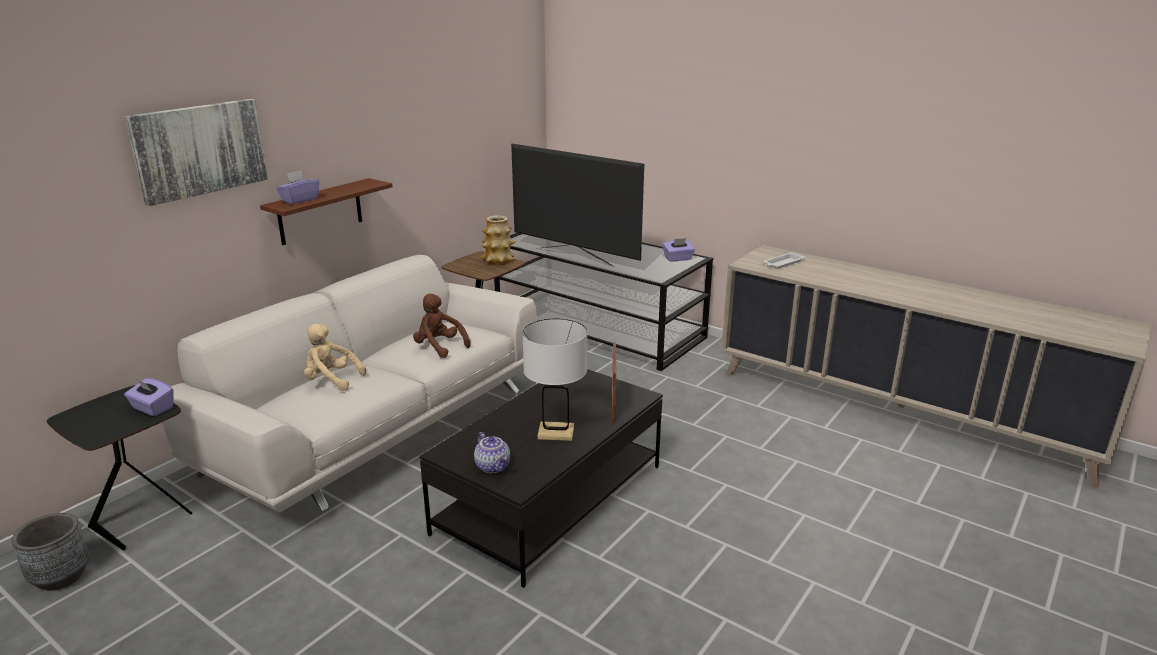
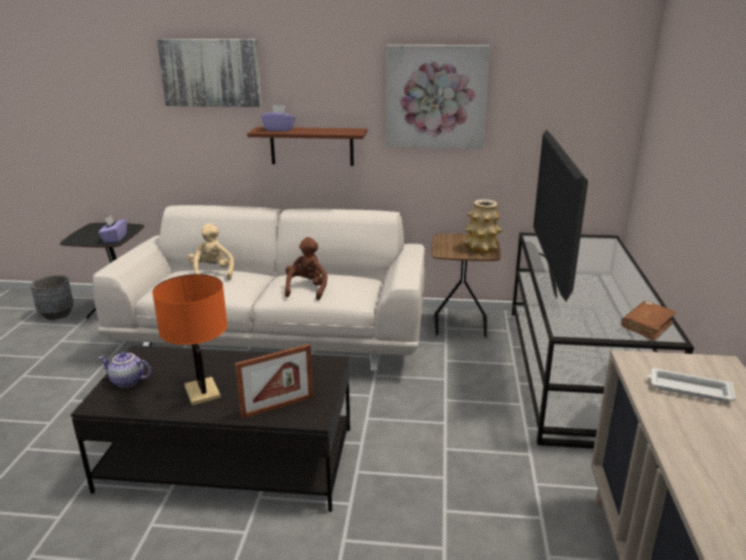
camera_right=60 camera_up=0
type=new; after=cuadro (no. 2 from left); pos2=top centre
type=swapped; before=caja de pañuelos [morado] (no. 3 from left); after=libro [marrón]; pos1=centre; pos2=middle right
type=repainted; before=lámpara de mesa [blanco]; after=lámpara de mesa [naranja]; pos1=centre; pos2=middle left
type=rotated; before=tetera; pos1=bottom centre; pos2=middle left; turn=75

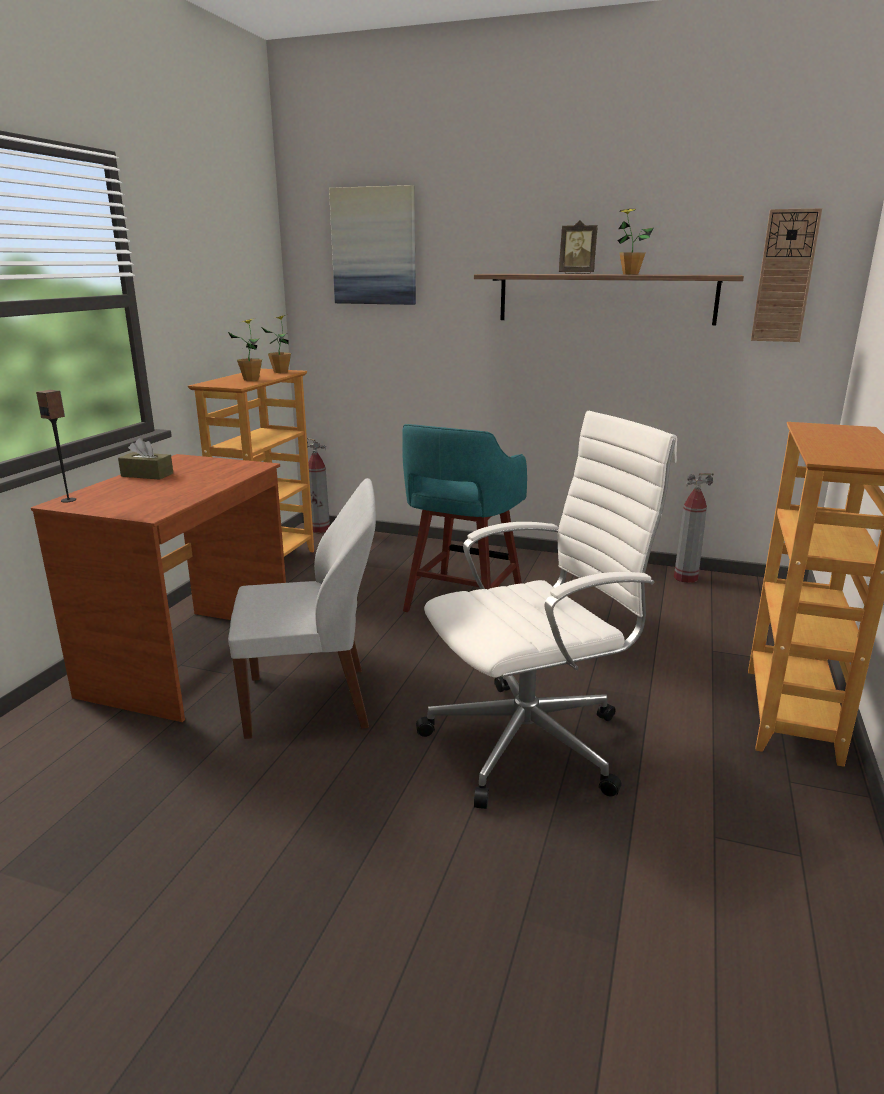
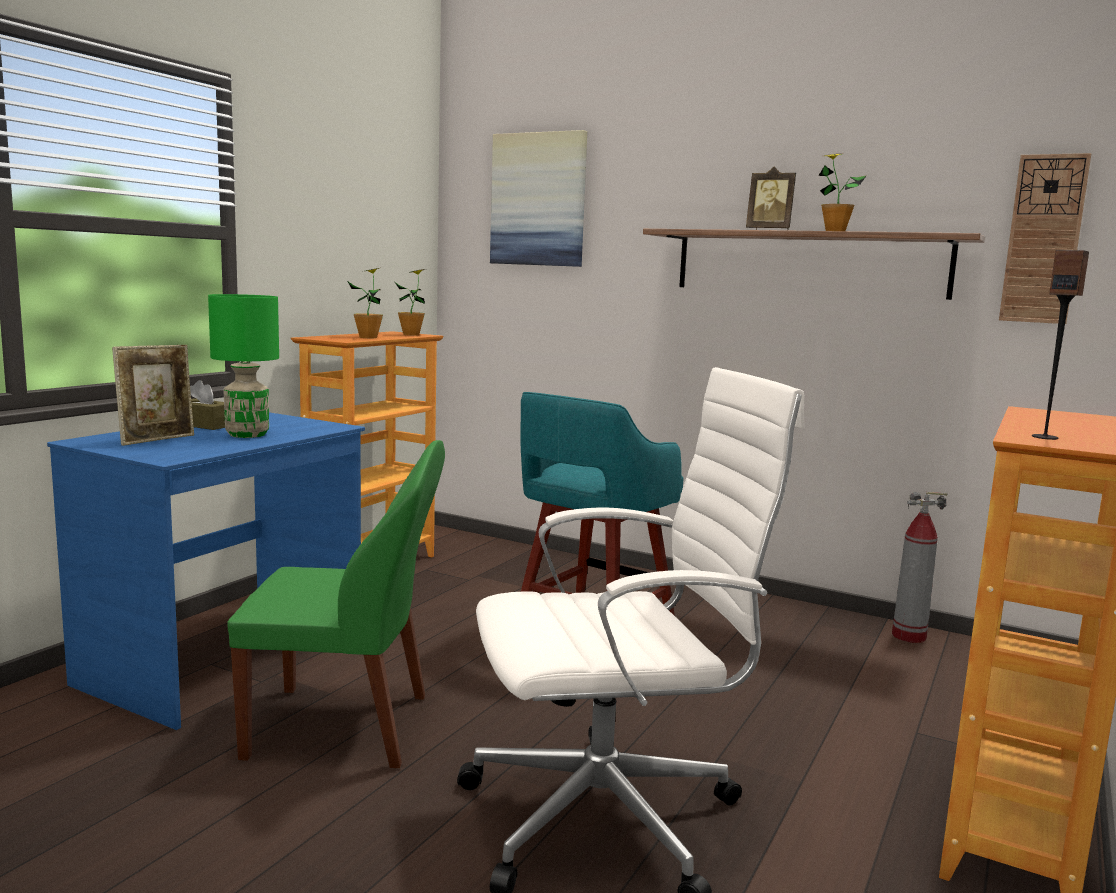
camera_right=10 camera_up=-10
type=gone; before=extintor (no. 1 from left); pos1=centre
type=new; after=portarretratos (no. 1 from left); pos2=middle left
type=new; after=lámpara de mesa [verde]; pos2=middle left
type=shifted; before=altavoz; pos1=middle left; pos2=middle right
type=repainted; before=escritorio [marrón]; after=escritorio [azul]; pos1=middle left; pos2=middle left
type=repainted; before=silla [blanco]; after=silla [verde]; pos1=centre; pos2=bottom left

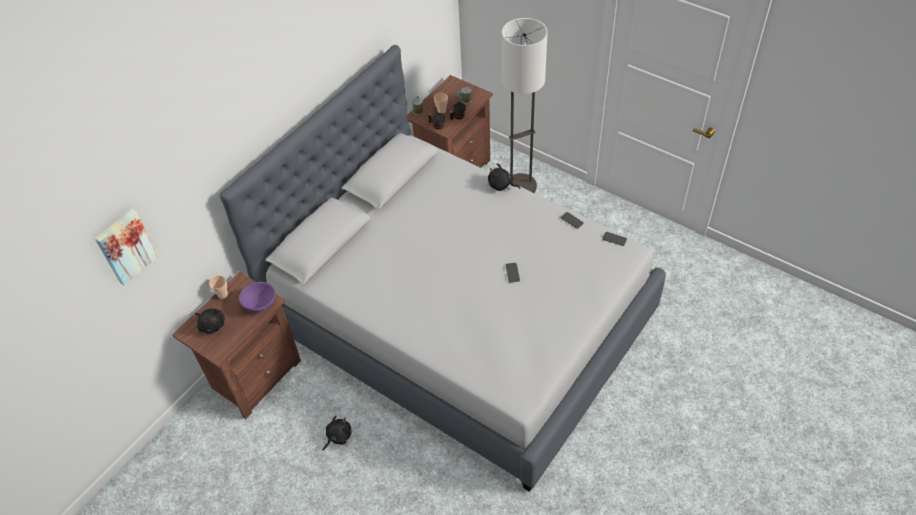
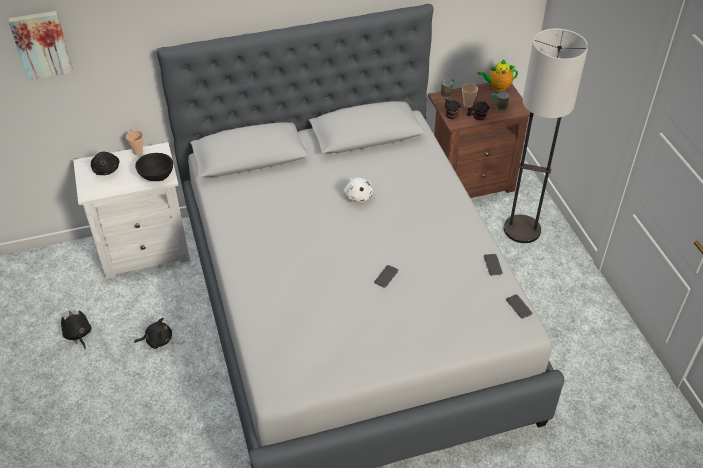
camera_right=35 camera_up=-5
type=new; after=peluche [blanco]; pos2=centre
type=new; after=tetera; pos2=top right
type=shifted; before=peluche [negro] (no. 3 from left in the first image); after=peluche [negro] (no. 1 from left); pos1=centre; pos2=bottom left
type=repainted; before=mesita de noche [marrón] (no. 1 from left); after=mesita de noche [blanco]; pos1=bottom left; pos2=middle left
type=repainted; before=cuenco [morado]; after=cuenco [negro]; pos1=middle left; pos2=middle left

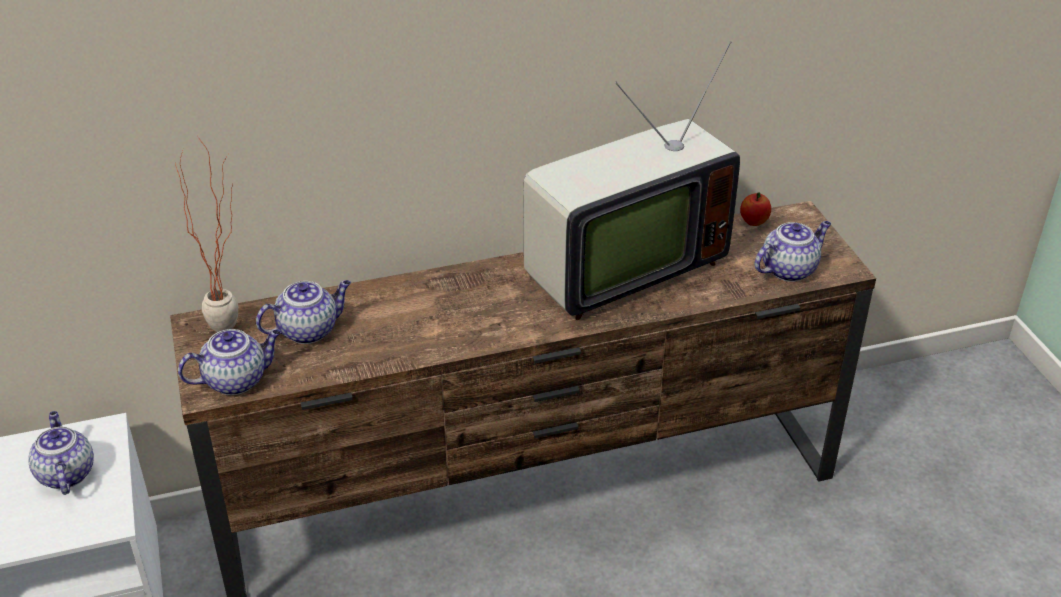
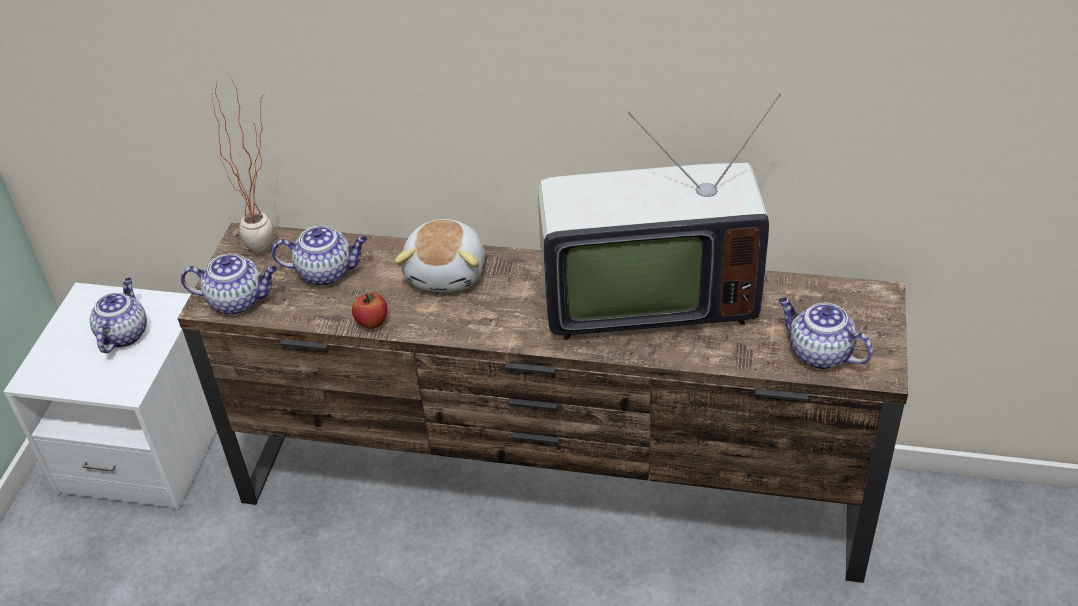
camera_right=30 camera_up=5
type=new; after=peluche; pos2=centre
type=shifted; before=manzana; pos1=middle right; pos2=centre
type=rotated; before=tetera (no. 4 from left); pos1=middle right; pos2=middle right; turn=-135

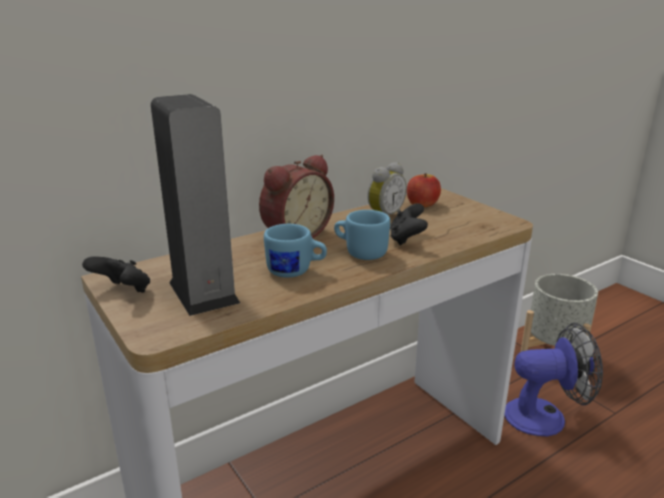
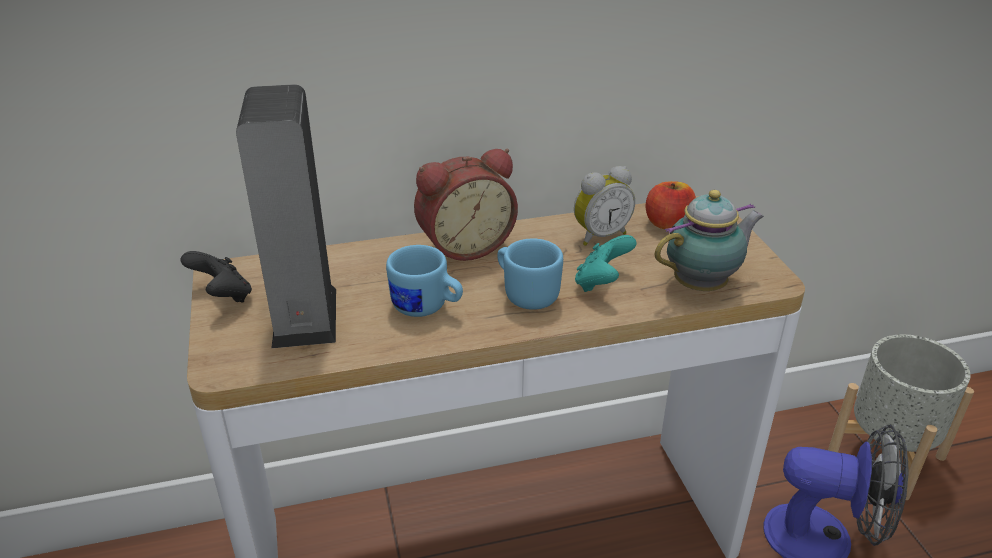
camera_right=20 camera_up=10
type=new; after=tetera; pos2=middle right
type=repainted; before=mando de consola [negro] (no. 2 from left); after=mando de consola [turquesa]; pos1=centre; pos2=centre

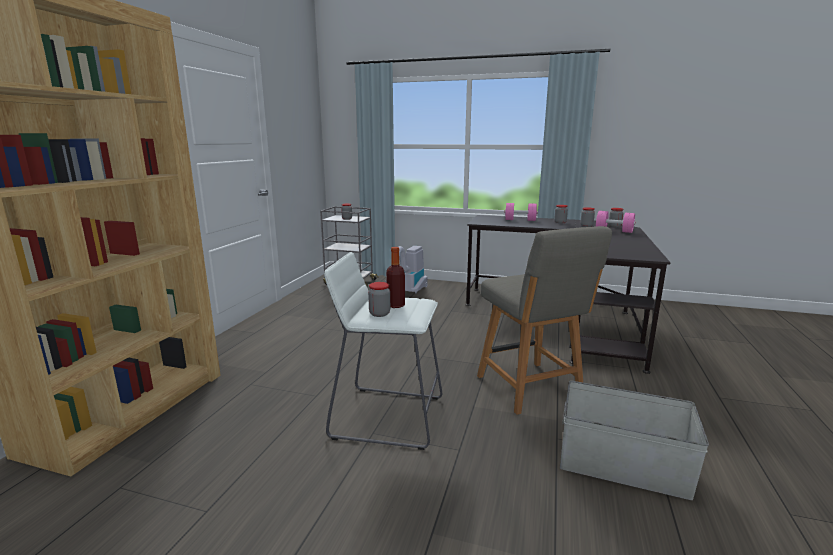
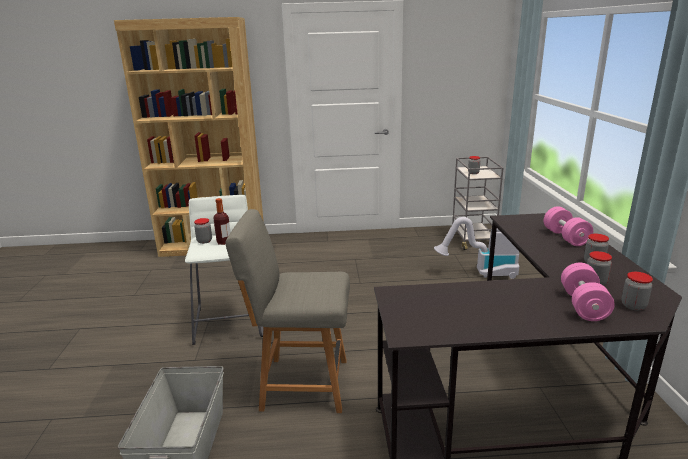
camera_right=70 camera_up=5
type=rotated; before=silla [gris]; pos1=centre; pos2=bottom centre; turn=45

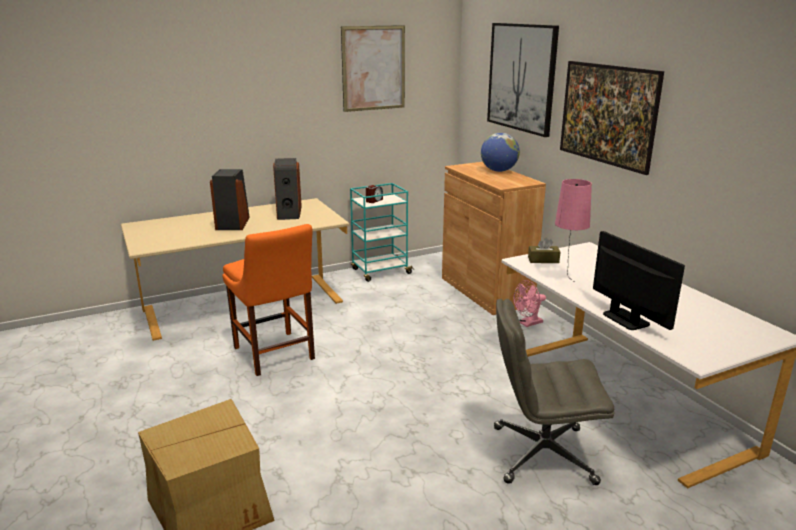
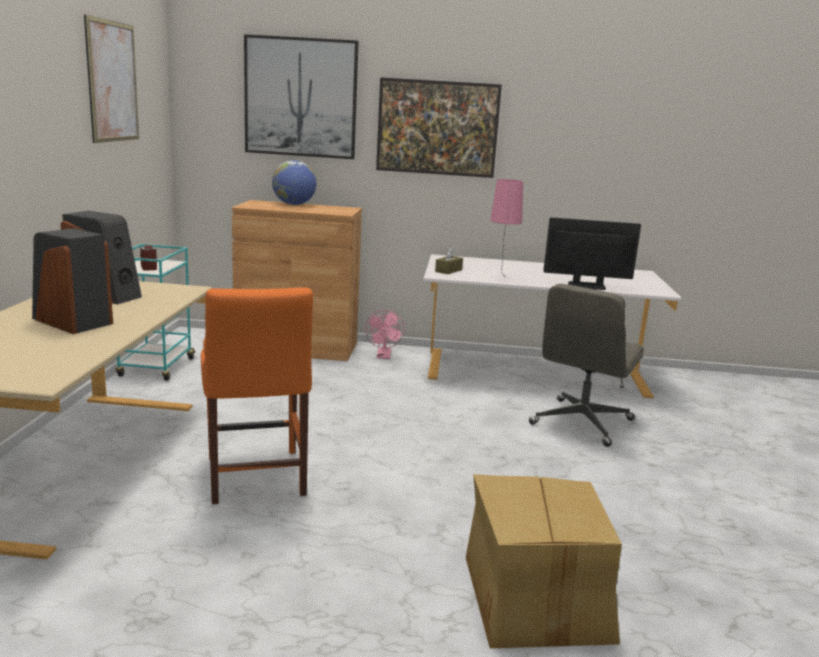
camera_right=-60 camera_up=-5
type=rotated; before=silla [naranja]; pos1=centre; pos2=middle left; turn=75

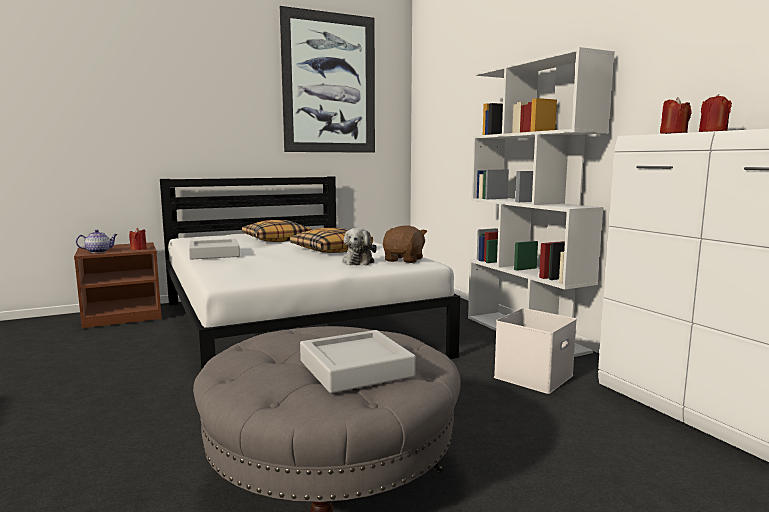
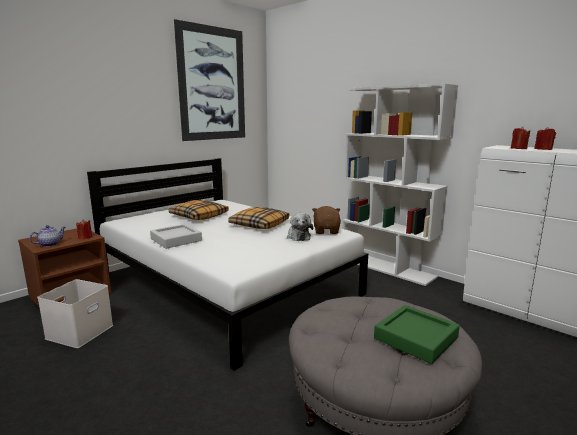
camera_right=-20 camera_up=5
type=shifted; before=caja de almacenaje [blanco]; pos1=bottom right; pos2=bottom left
type=repainted; before=bandeja [gris] (no. 2 from left); after=bandeja [verde]; pos1=bottom centre; pos2=bottom right

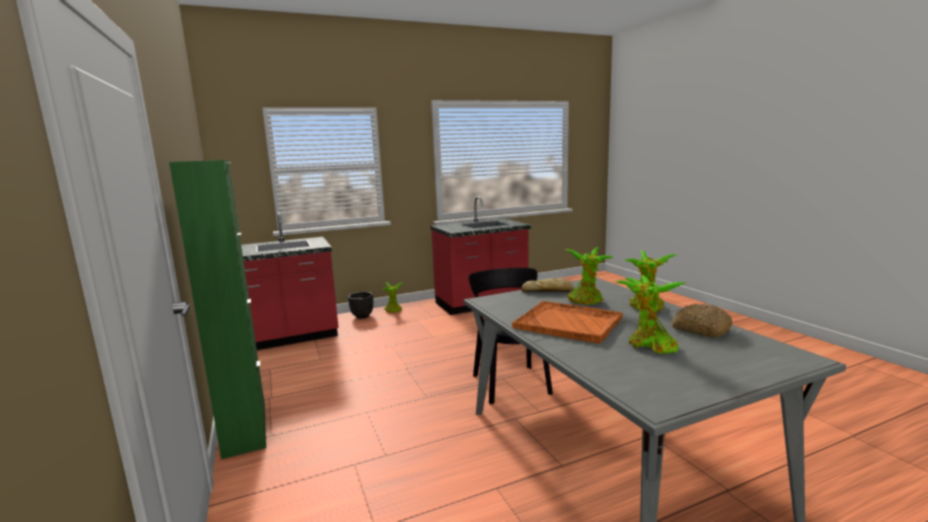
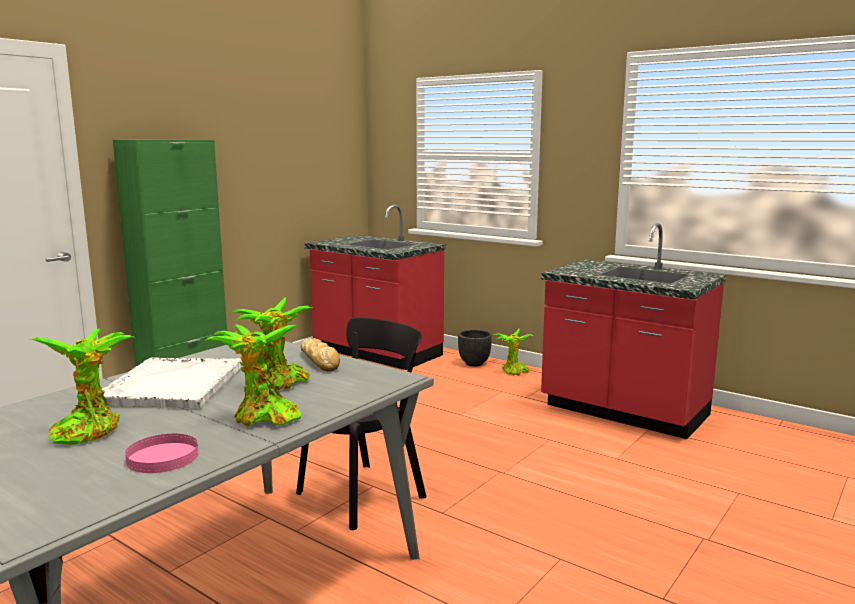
camera_right=60 camera_up=0
type=swapped; before=pan (no. 2 from left); after=plato [rosa]; pos1=middle right; pos2=bottom left
type=repainted; before=bandeja [naranja]; after=bandeja [blanco]; pos1=centre; pos2=middle left

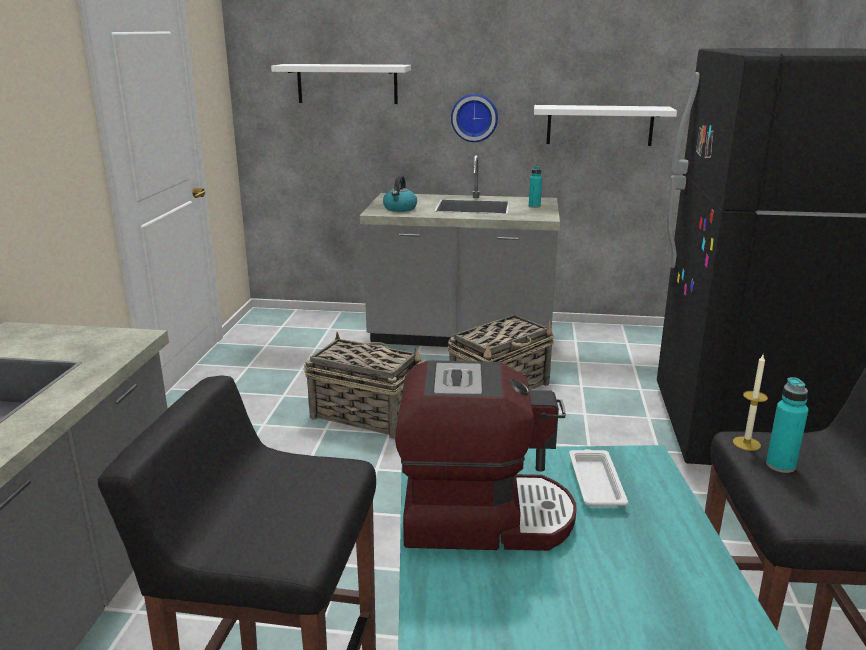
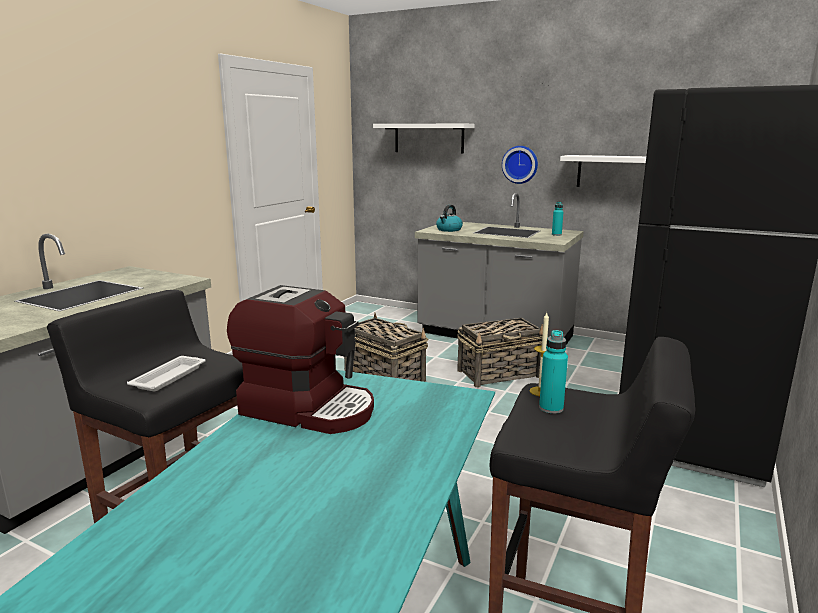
camera_right=20 camera_up=-5
type=shifted; before=bandeja [blanco]; pos1=bottom right; pos2=middle left

